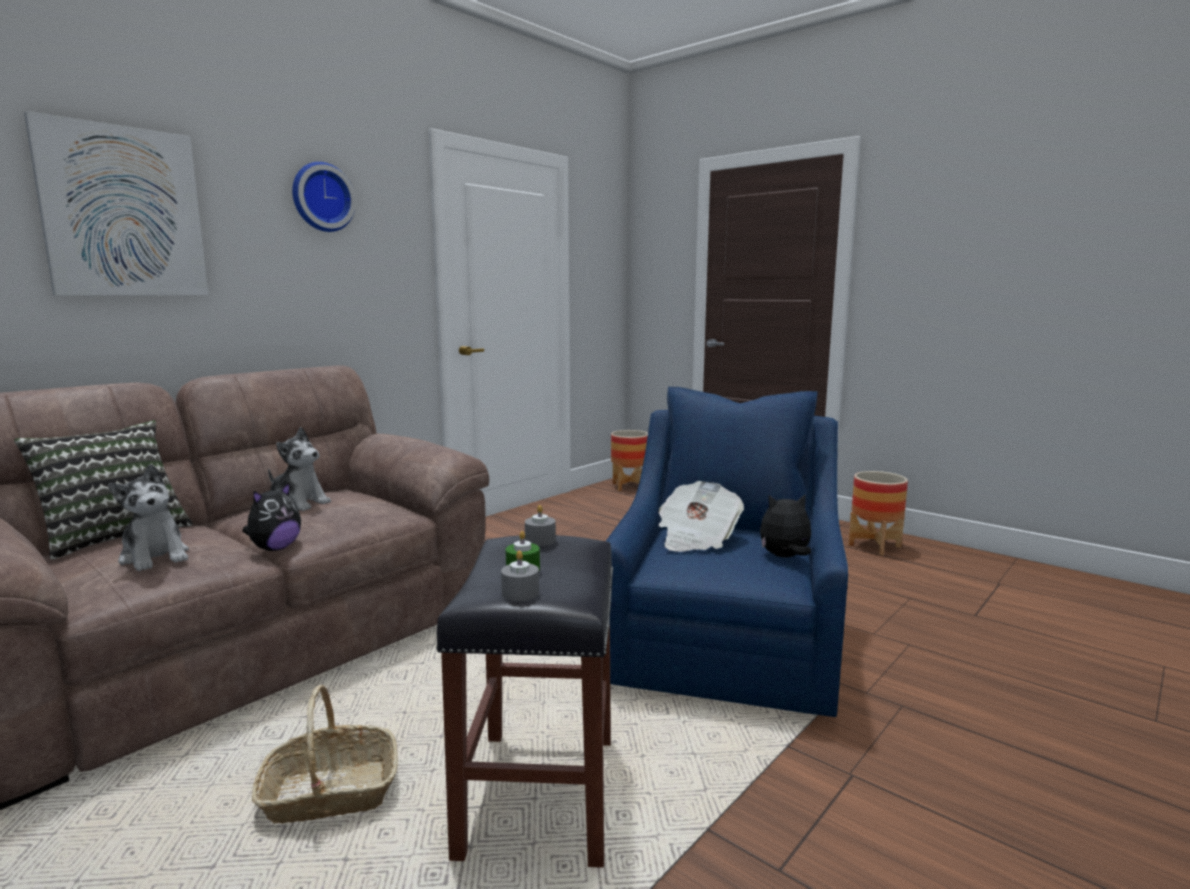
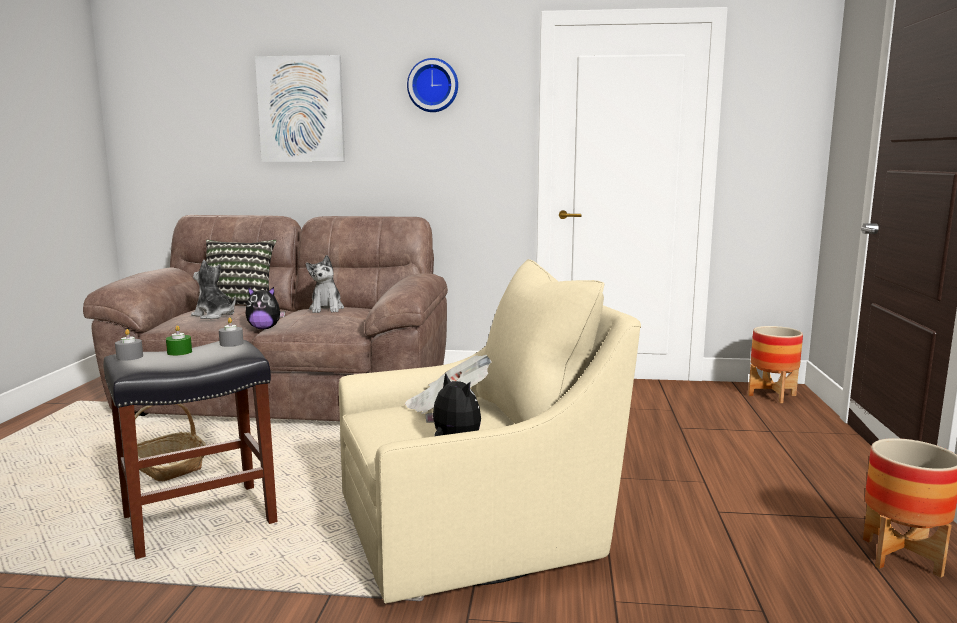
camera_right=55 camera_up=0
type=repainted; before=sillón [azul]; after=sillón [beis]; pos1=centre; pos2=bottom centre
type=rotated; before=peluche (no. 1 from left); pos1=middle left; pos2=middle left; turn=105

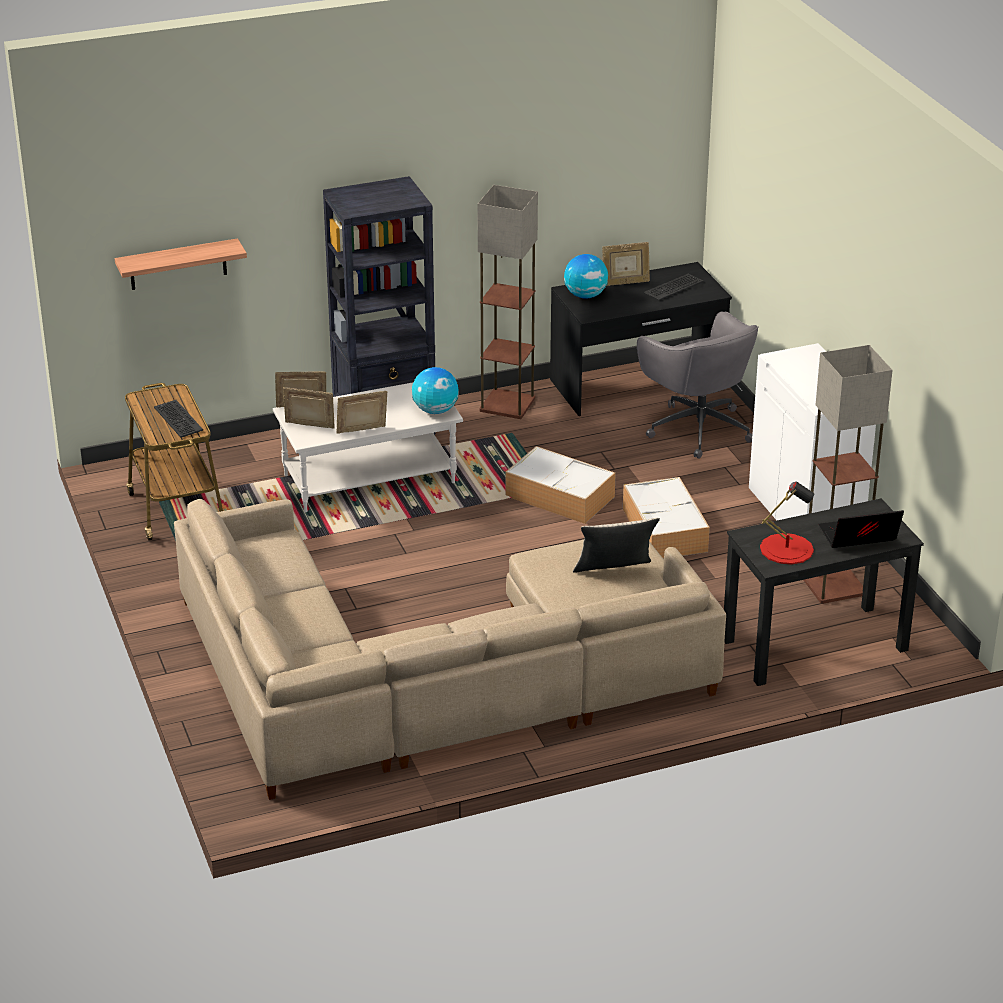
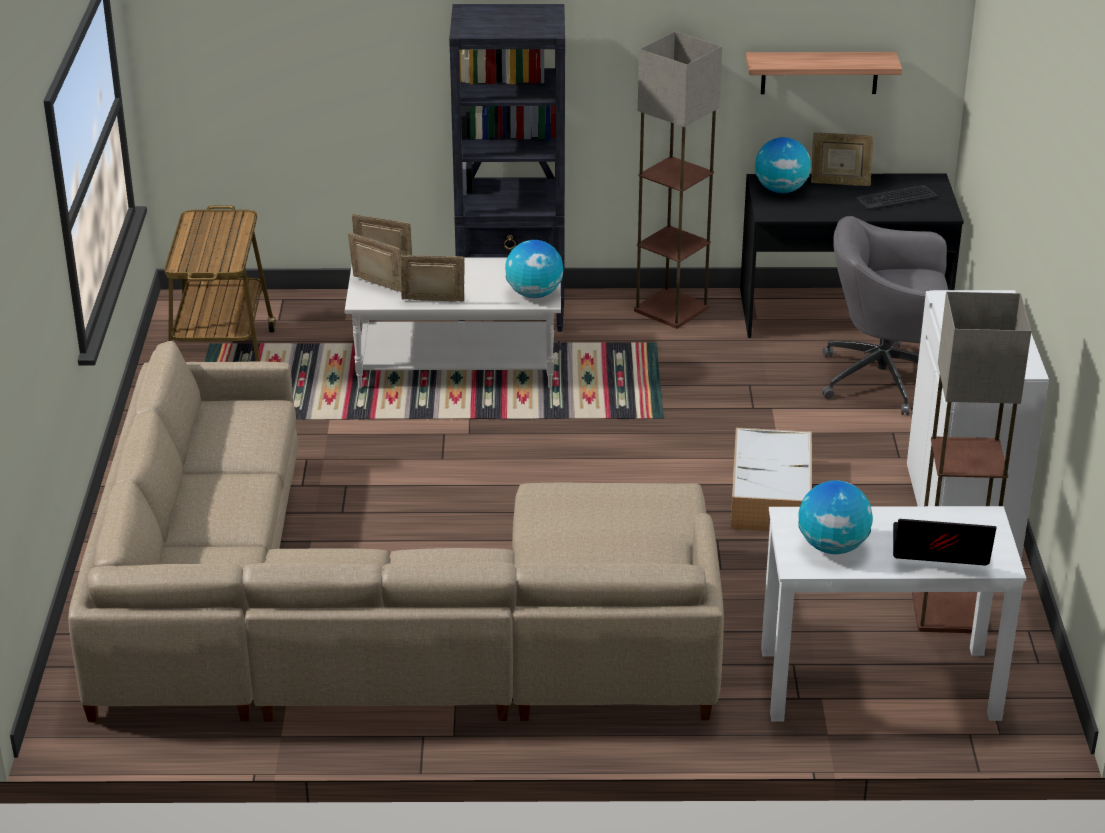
camera_right=20 camera_up=0
type=gone; before=teclado (no. 1 from left); pos1=middle left
type=gone; before=caja de almacenaje (no. 1 from left); pos1=centre
type=gone; before=cojín [beis]; pos1=centre
type=shifted; before=estante; pos1=top left; pos2=top right
type=swapped; before=lámpara de mesa [rojo]; after=globo terráqueo (no. 3 from left); pos1=middle right; pos2=middle right
type=repainted; before=escritorio [negro] (no. 2 from left); after=escritorio [blanco]; pos1=middle right; pos2=bottom right
type=rotated; before=silla de oficina [gris]; pos1=middle right; pos2=middle right; turn=105

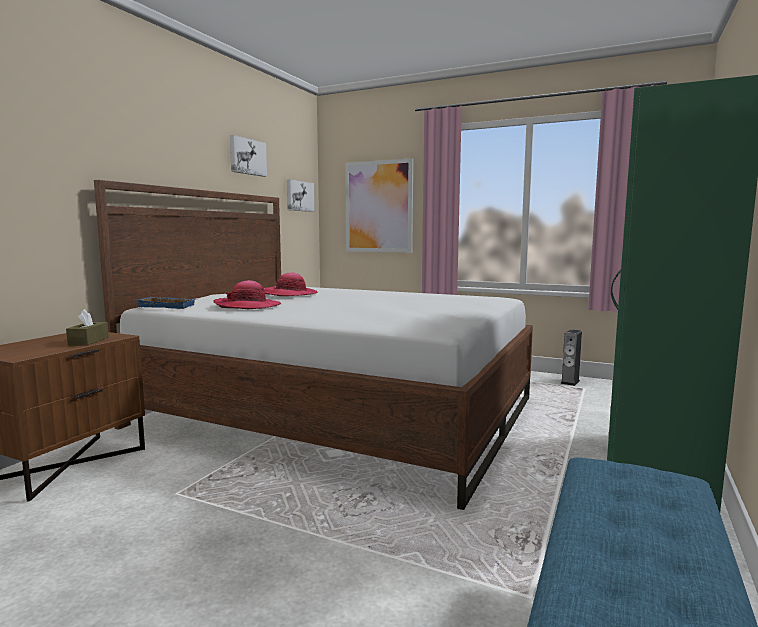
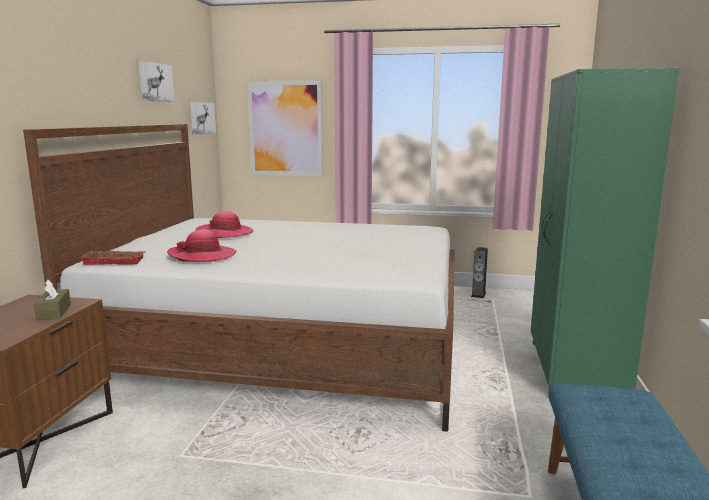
camera_right=-15 camera_up=5
type=repainted; before=bandeja [azul]; after=bandeja [rojo]; pos1=middle left; pos2=middle left

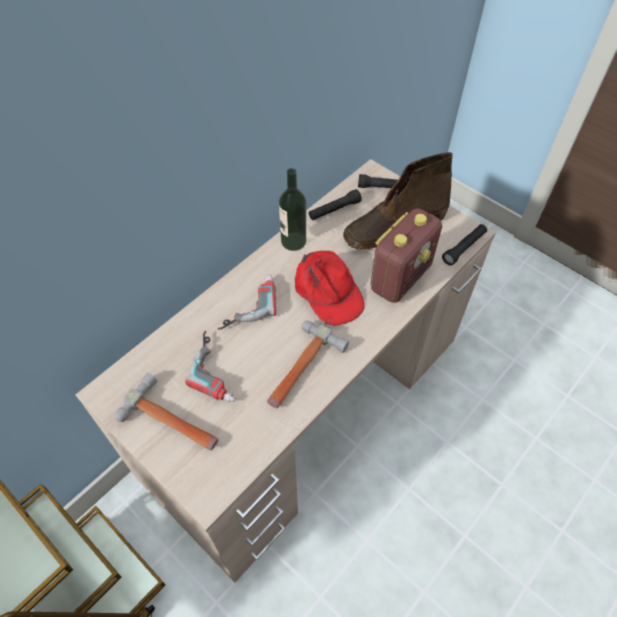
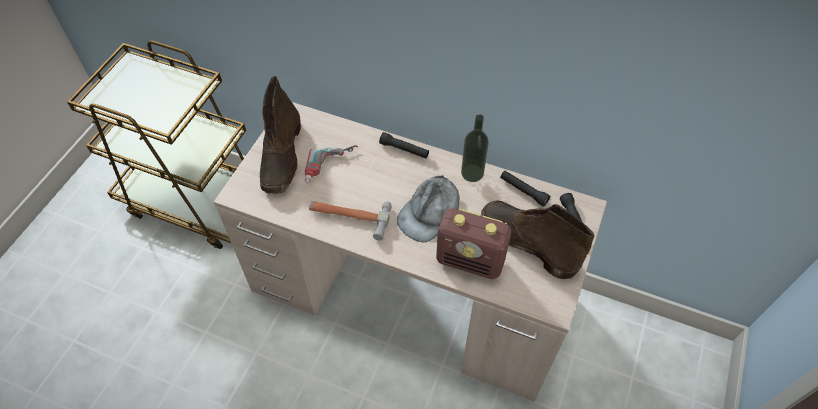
camera_right=70 camera_up=0
type=gone; before=taladro (no. 2 from left); pos1=centre
type=shifted; before=linterna [negro] (no. 3 from left in the first image); after=linterna [negro] (no. 1 from left); pos1=middle right; pos2=centre
type=swapped; before=martillo (no. 1 from left); after=bota [marrón] (no. 1 from left); pos1=middle left; pos2=top centre
type=repainted; before=gorra [rojo]; after=gorra [gris]; pos1=centre; pos2=centre

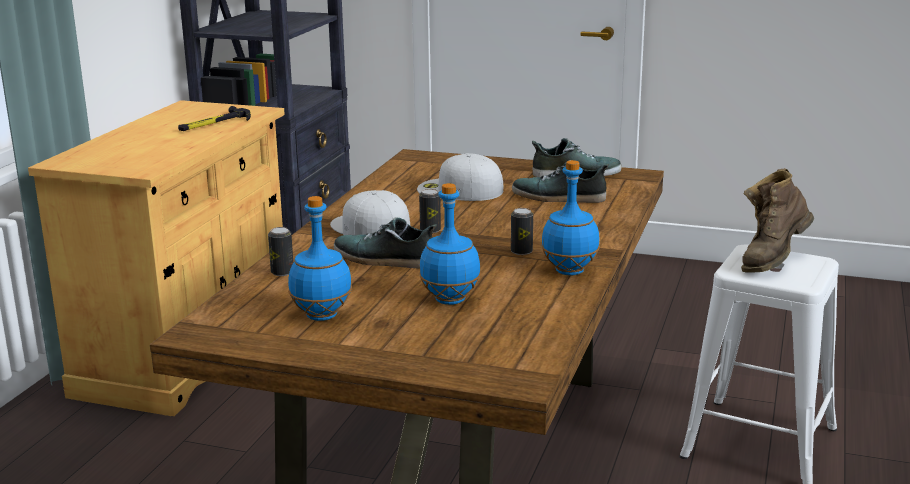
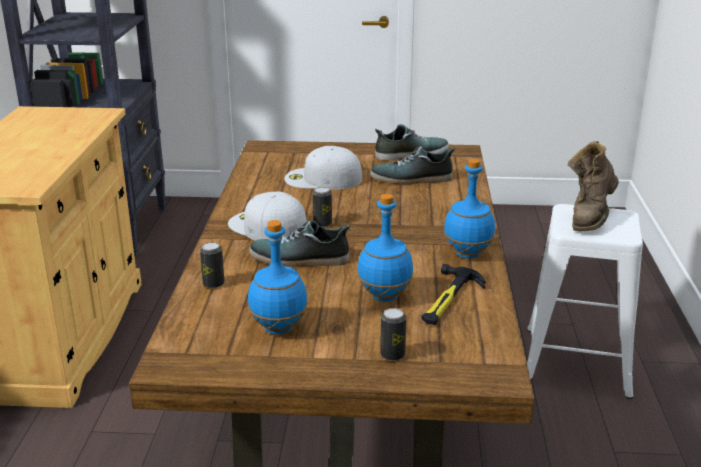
camera_right=-15 camera_up=5
type=shifted; before=martillo; pos1=top left; pos2=centre
type=shifted; before=lata (no. 3 from left); pos1=centre; pos2=bottom centre

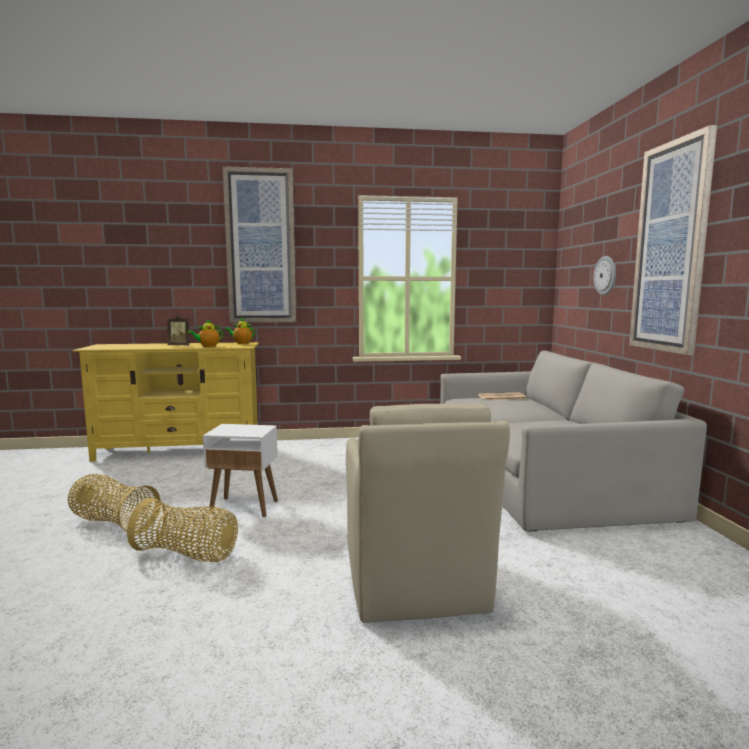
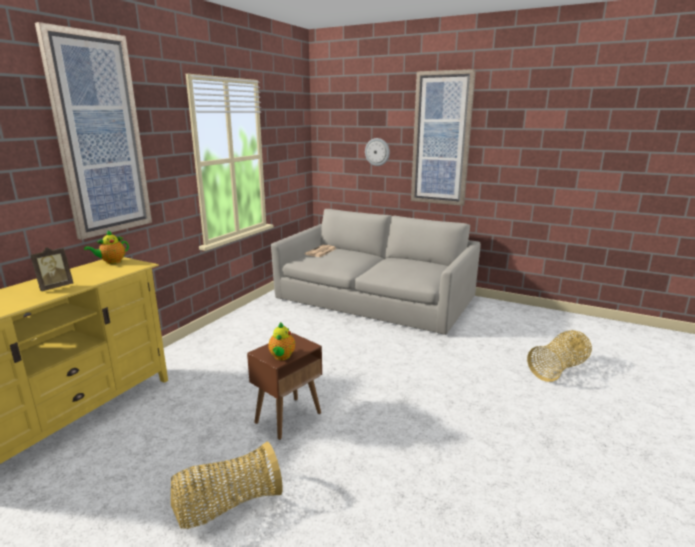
camera_right=-55 camera_up=10
type=gone; before=sillón [beis]; pos1=bottom centre
type=shifted; before=cesta (no. 2 from left); pos1=bottom left; pos2=middle right
type=shifted; before=tetera (no. 1 from left in the first image); after=tetera (no. 2 from left); pos1=middle left; pos2=centre
type=repainted; before=mesa auxiliar [blanco]; after=mesa auxiliar [marrón]; pos1=middle left; pos2=bottom centre

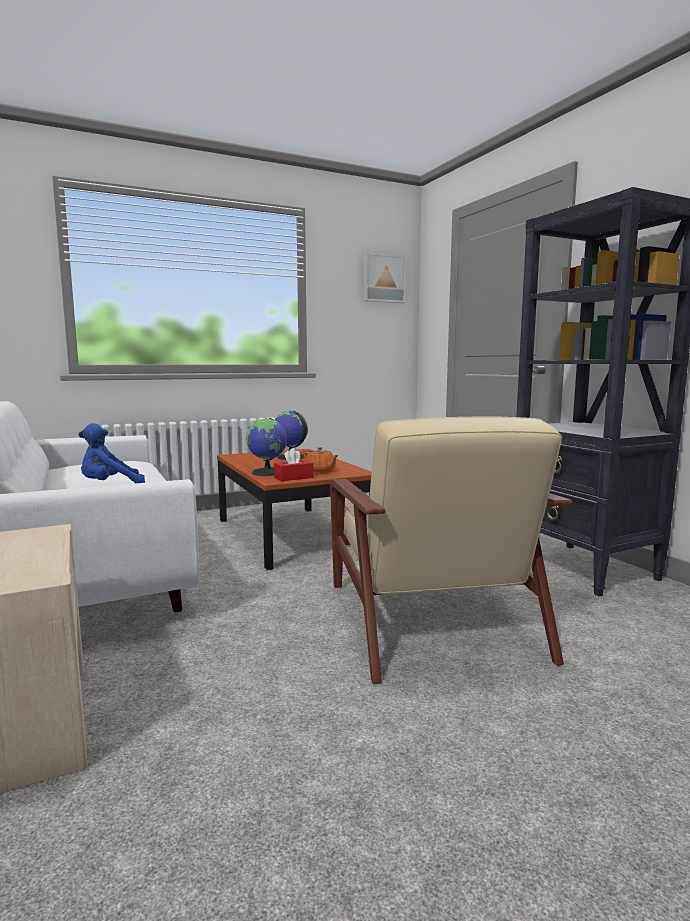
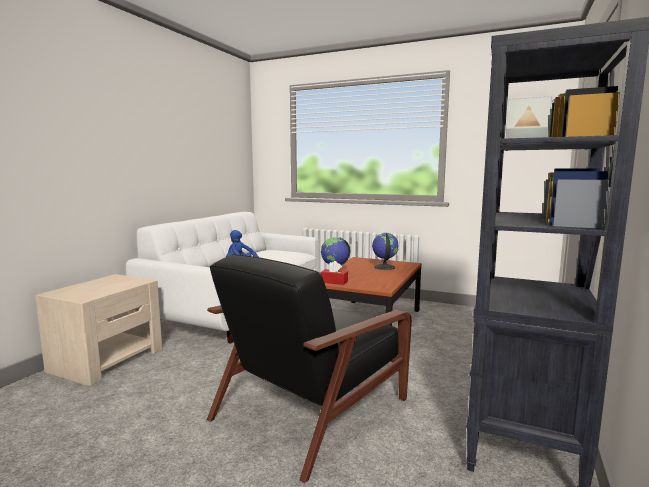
camera_right=50 camera_up=0
type=gone; before=tetera [naranja]; pos1=centre
type=repainted; before=sillón [beis]; after=sillón [negro]; pos1=centre; pos2=bottom centre

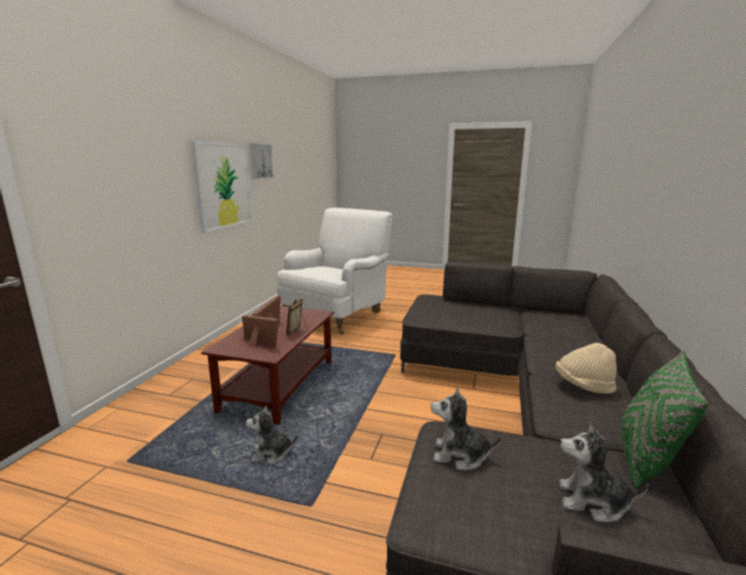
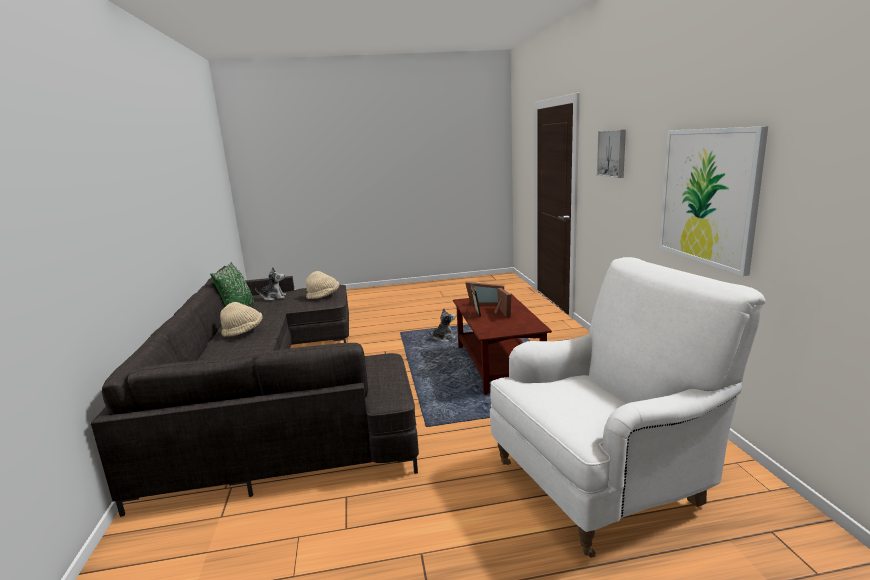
camera_right=155 camera_up=0
type=shifted; before=cuadro (no. 2 from left in the first image); after=cuadro (no. 1 from left); pos1=top centre; pos2=top right
type=swapped; before=peluche (no. 2 from left); after=sombrero [beis] (no. 2 from left); pos1=bottom centre; pos2=centre
type=rotated; before=sillón [blanco]; pos1=centre; pos2=bottom right; turn=-120

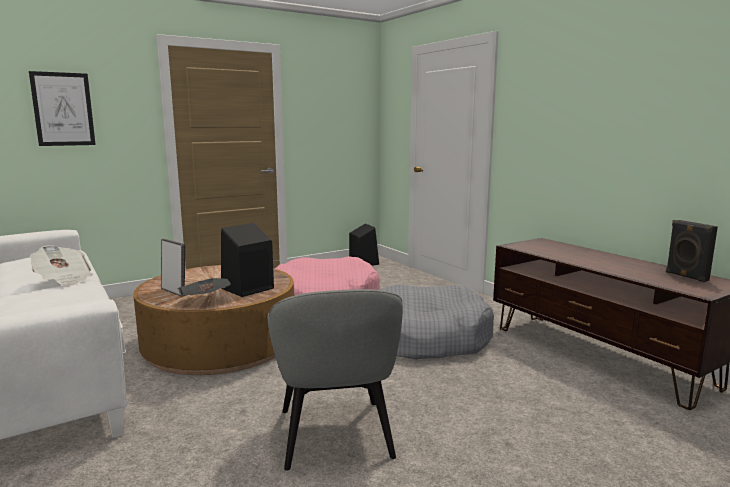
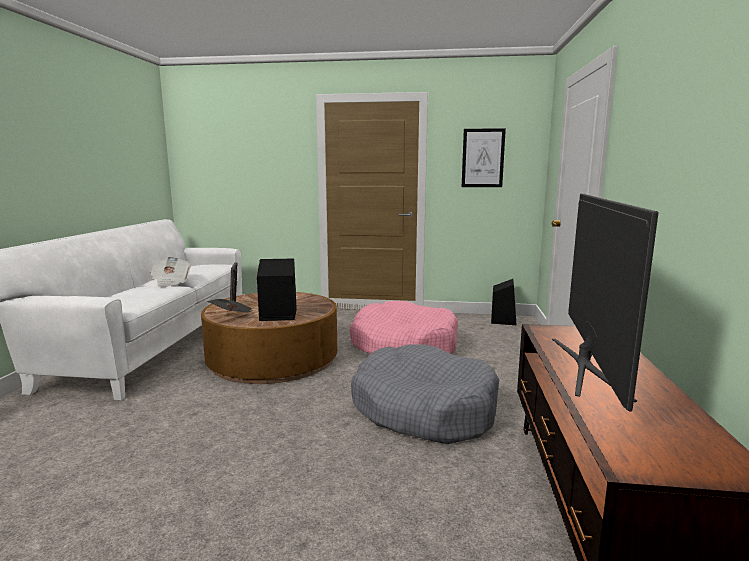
camera_right=40 camera_up=0
type=gone; before=sillón [gris]; pos1=bottom centre
type=gone; before=altavoz [negro] (no. 3 from left); pos1=middle right
type=new; after=televisor; pos2=middle right
type=shifted; before=cuadro; pos1=top left; pos2=top centre

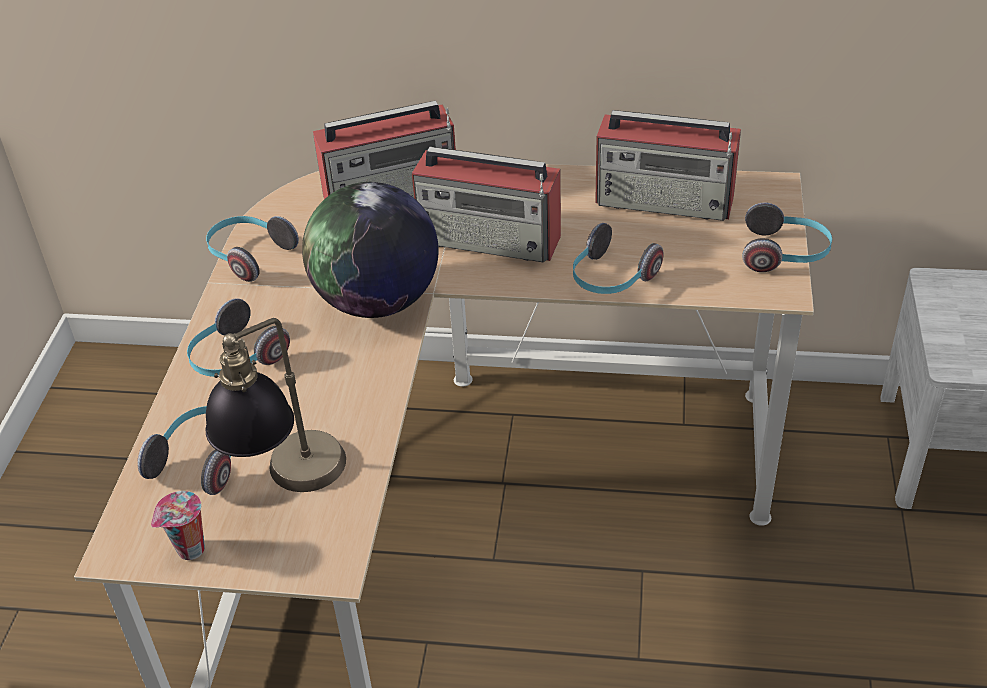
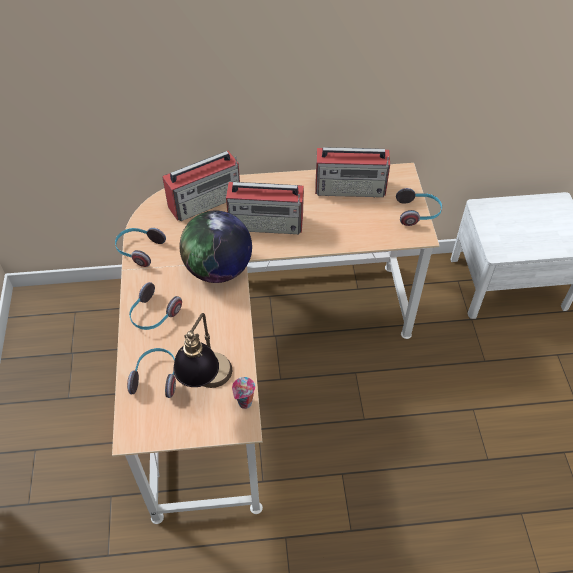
camera_right=-15 camera_up=10
type=gone; before=auriculares (no. 4 from left); pos1=centre
type=shifted; before=taza; pos1=bottom left; pos2=bottom centre

